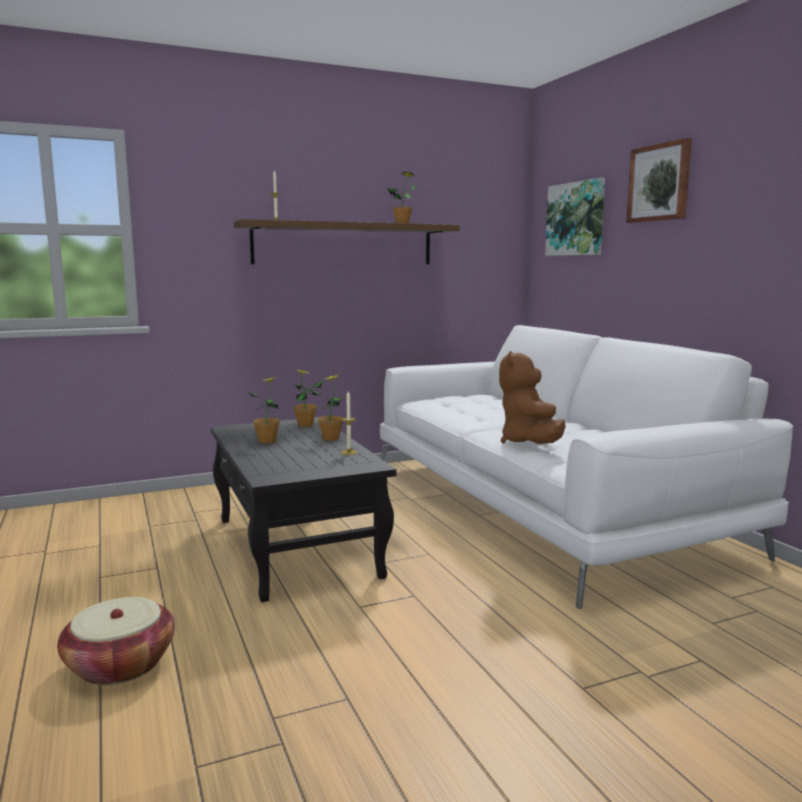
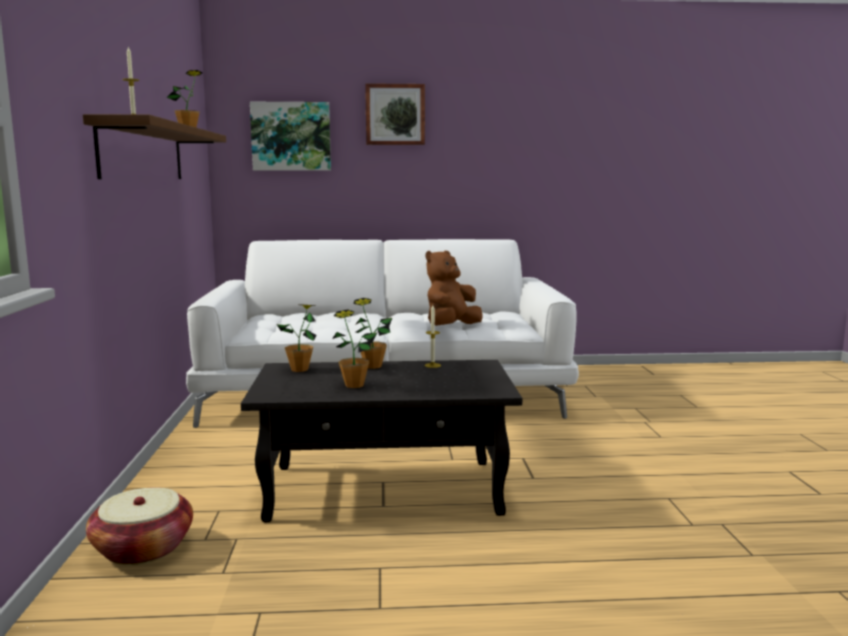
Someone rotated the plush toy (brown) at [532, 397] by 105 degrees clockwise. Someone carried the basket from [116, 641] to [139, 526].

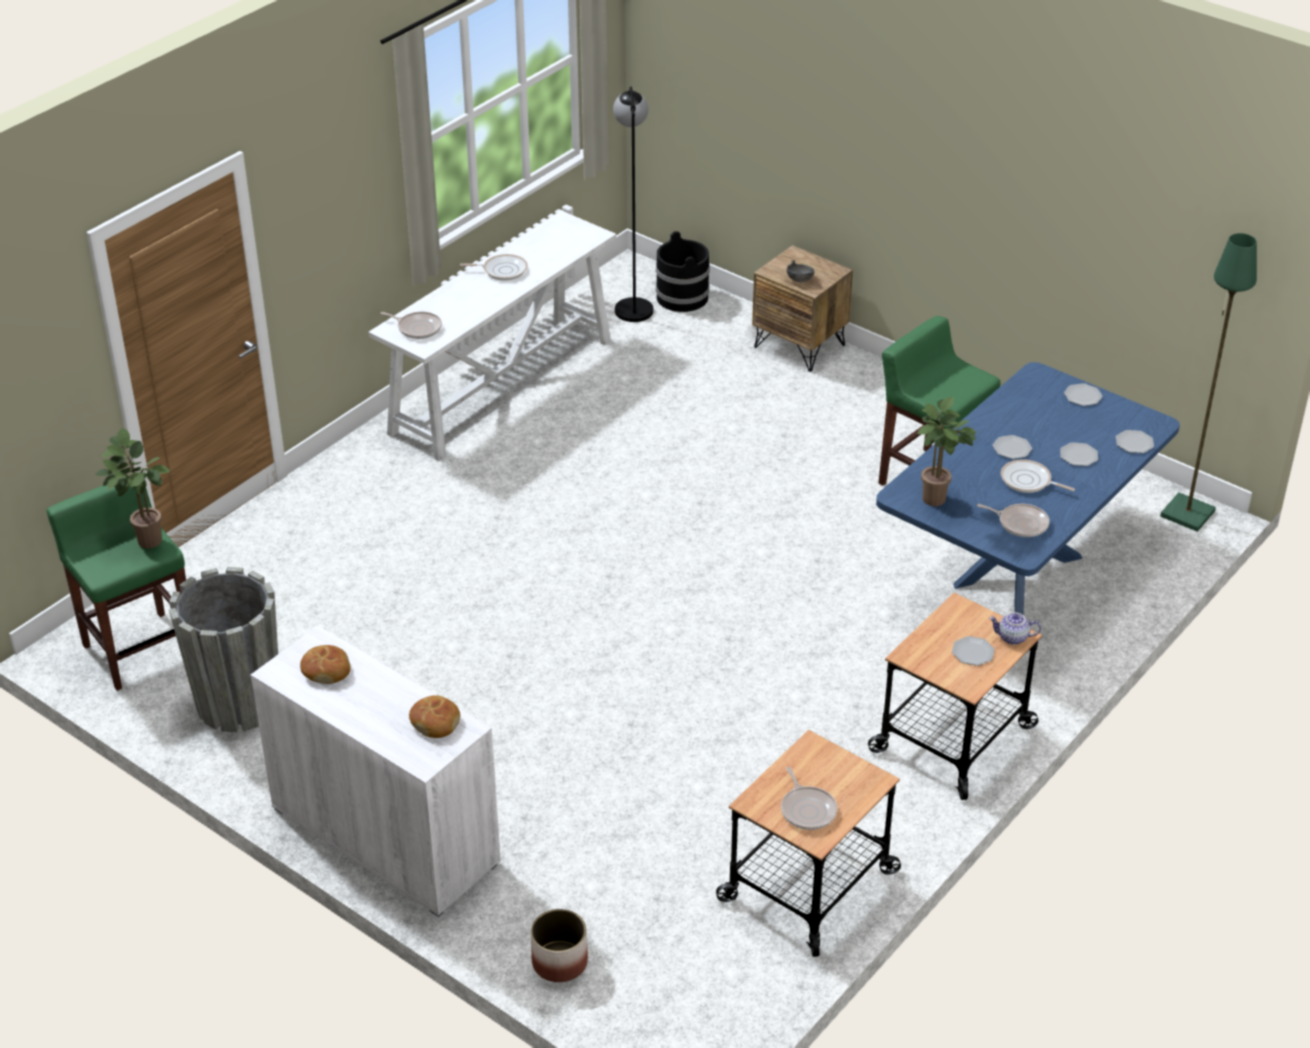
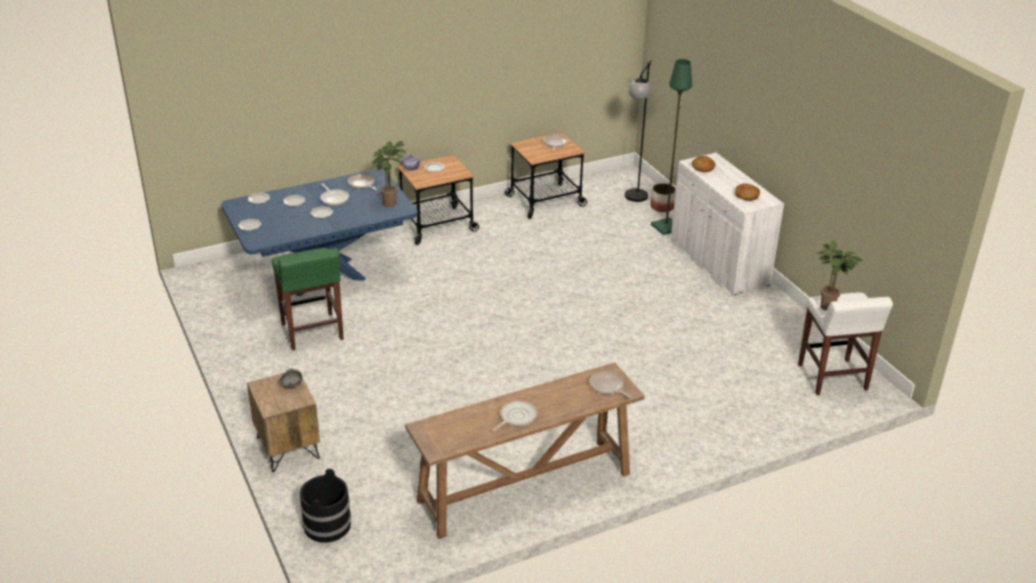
Someone carried the floor lamp (black) from [633, 204] to [638, 131]. Someone repainted the console table (white) at [492, 336], which became the console table (brown) at [525, 450]. Someone carried the floor lamp (green) from [1208, 382] to [671, 147]. Someone rotated the frying pan at [494, 267] by 105 degrees clockwise. Someone repainted the stool (green) at [116, 583], which became the stool (white) at [845, 344]. Someone took away the planter (grey) at [223, 649].

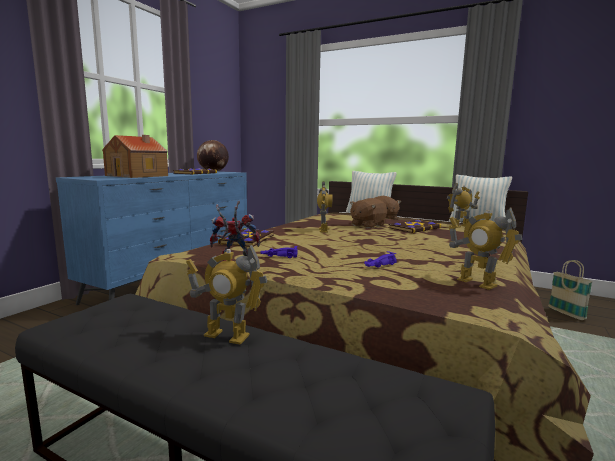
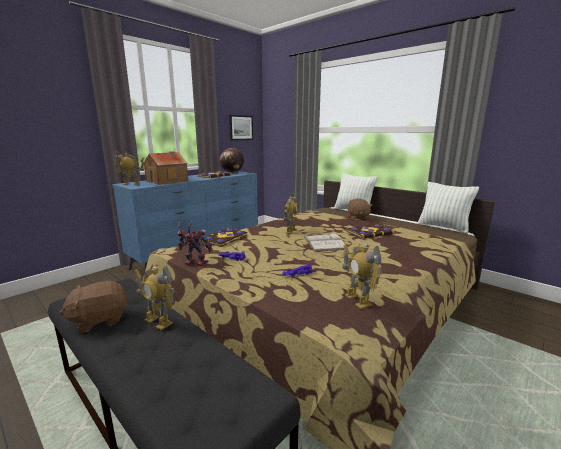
Someone carried the toy robot from [463, 205] to [128, 168]. Someone carried the plush toy (brown) from [368, 213] to [93, 306]. Someone took away the basket at [570, 290]. Someone put up the picture at [241, 128]. Someone put down the book (white) at [324, 242].

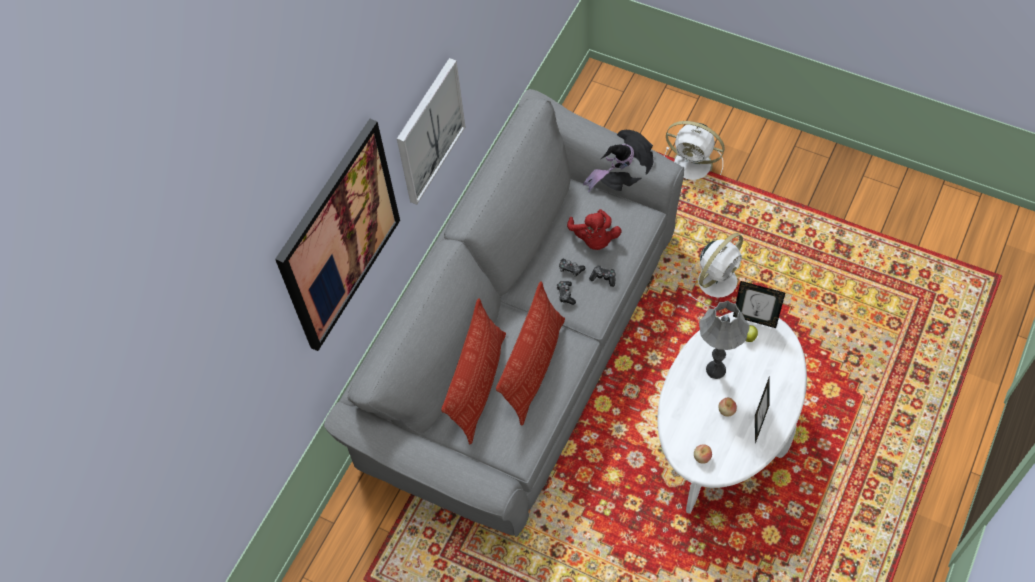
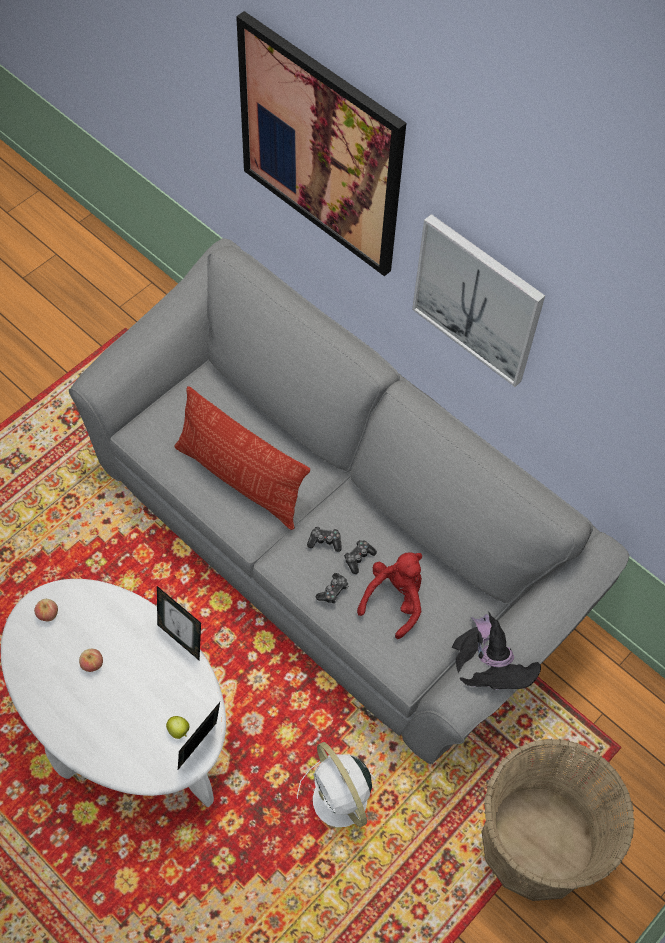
Someone swapped the fan (white) at [695, 150] for the basket at [558, 819]. Someone rotated the plush toy (red) at [594, 229] by 120 degrees clockwise. Someone took away the pillow at [473, 371]. Someone took away the table lamp (grey) at [724, 339]. Someone carried the picture frame from [762, 409] to [179, 623].

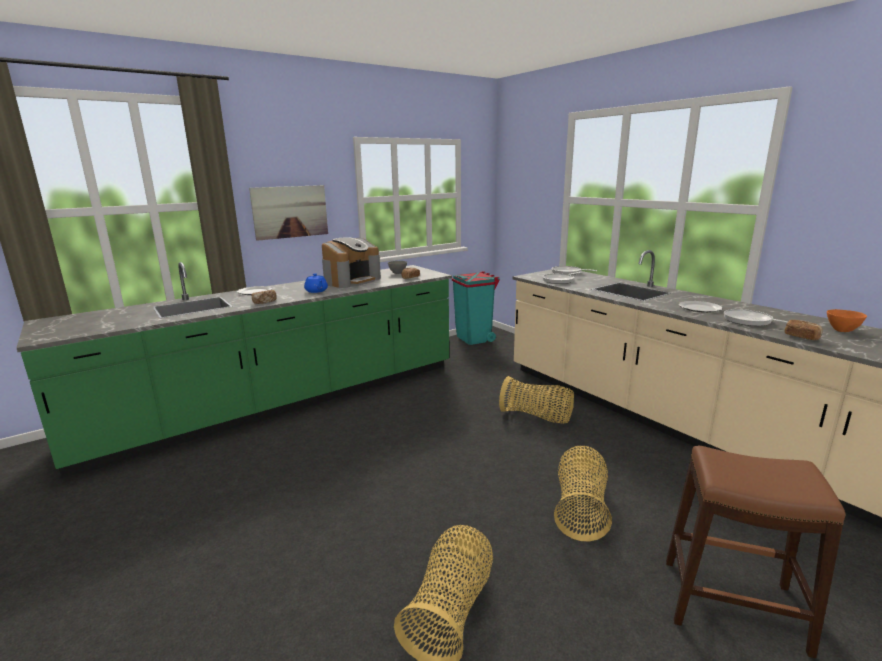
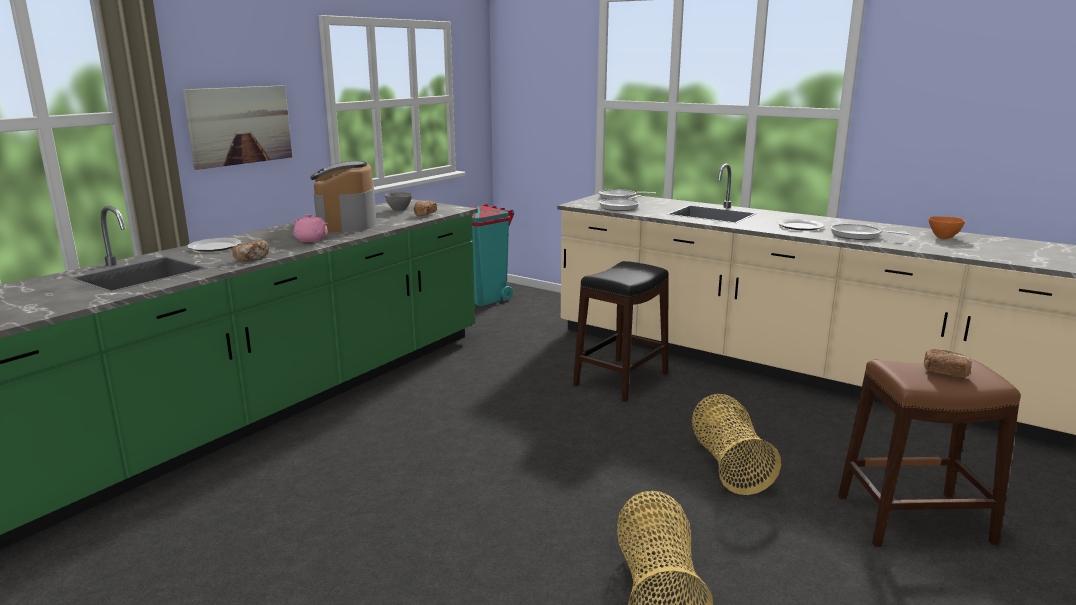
Someone rotated the coffee machine at [351, 262] by 150 degrees clockwise. Someone repainted the teapot (blue) at [316, 283], which became the teapot (pink) at [310, 228]. Someone carried the bread from [803, 330] to [948, 363]. Someone swapped the basket at [536, 399] for the stool (black) at [621, 331].

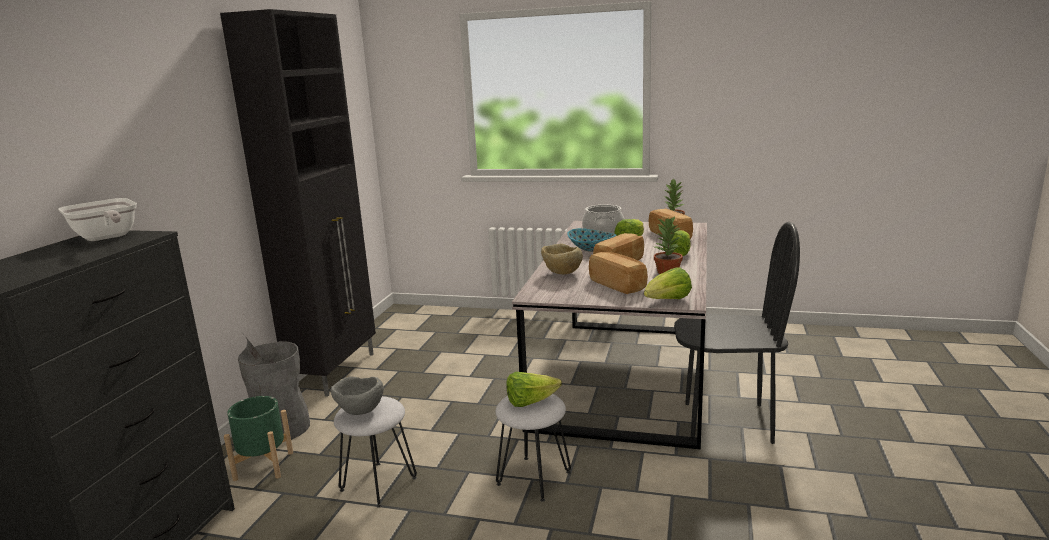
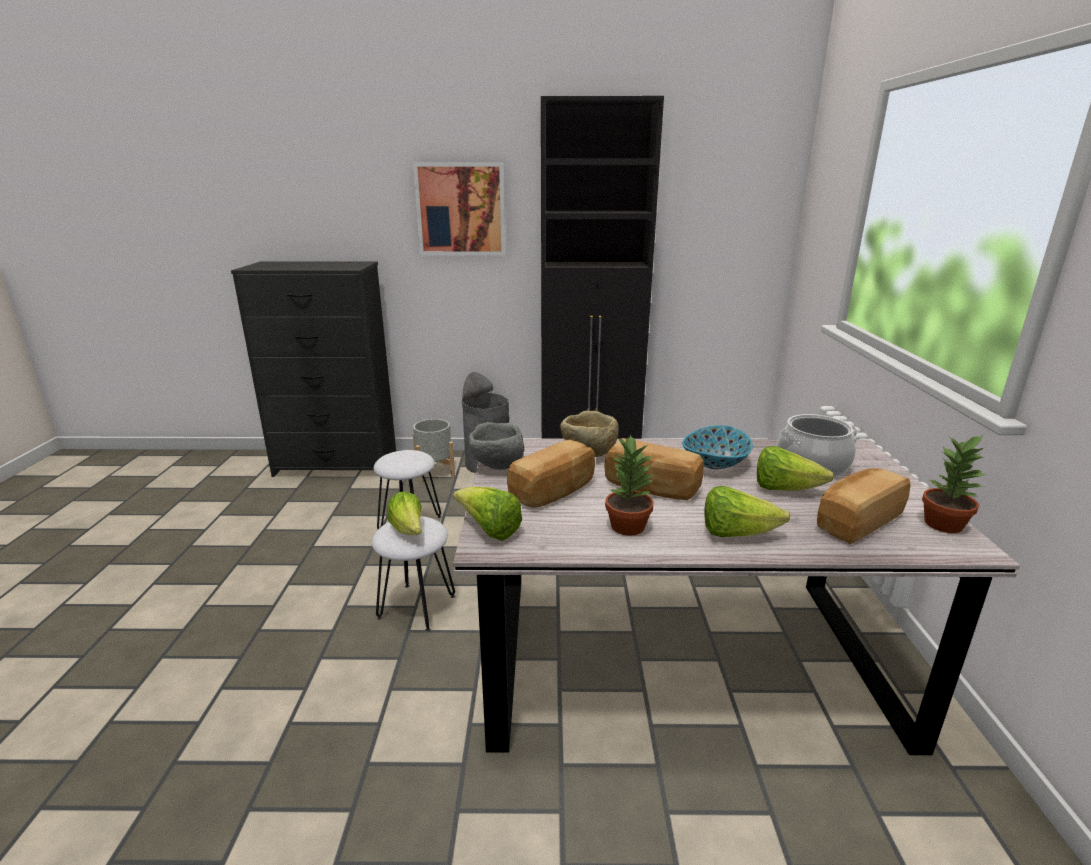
Someone took away the frying pan at [97, 219]. Someone took away the chair (black) at [737, 333]. Someone carried the bowl (grey) from [357, 396] to [496, 446]. Someone repainted the planter (green) at [258, 438], which became the planter (grey) at [434, 450]. Someone put up the picture at [459, 209].

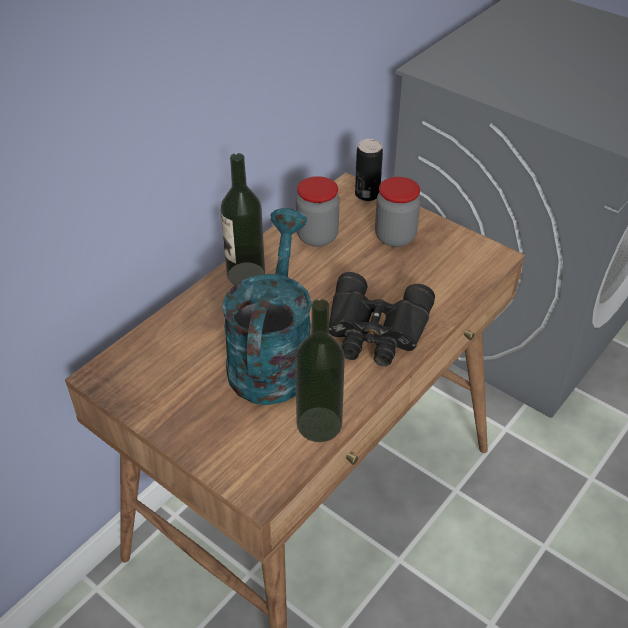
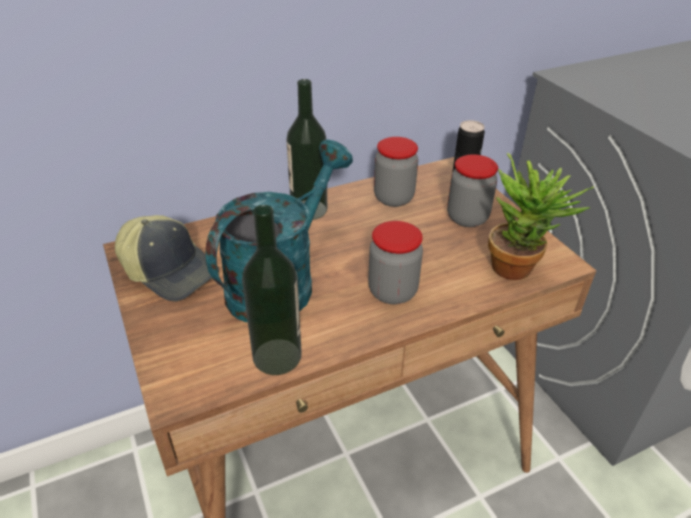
Someone swapped the binoculars (black) at [382, 319] for the jar at [395, 262]. Someone put down the potted plant at [541, 216]. Someone put down the cap at [167, 258].

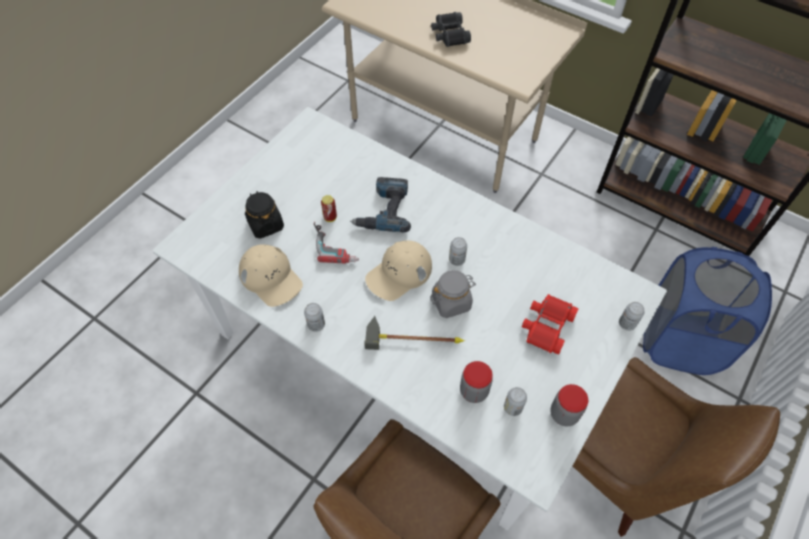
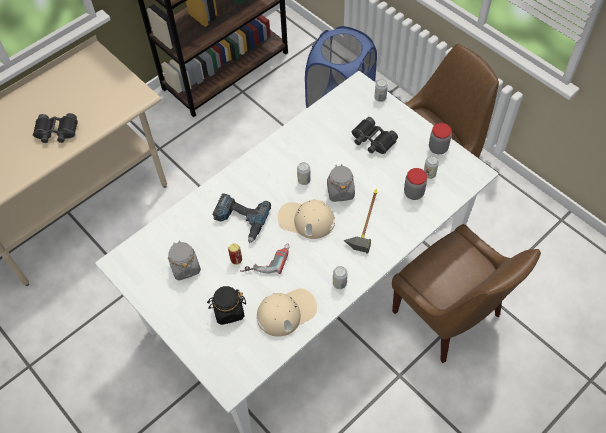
Someone rotated the cap (beige) at [398, 270] by 135 degrees clockwise. Someone repainted the binoculars (red) at [550, 324], which became the binoculars (black) at [375, 135]. Someone put down the jar (grey) at [184, 260].

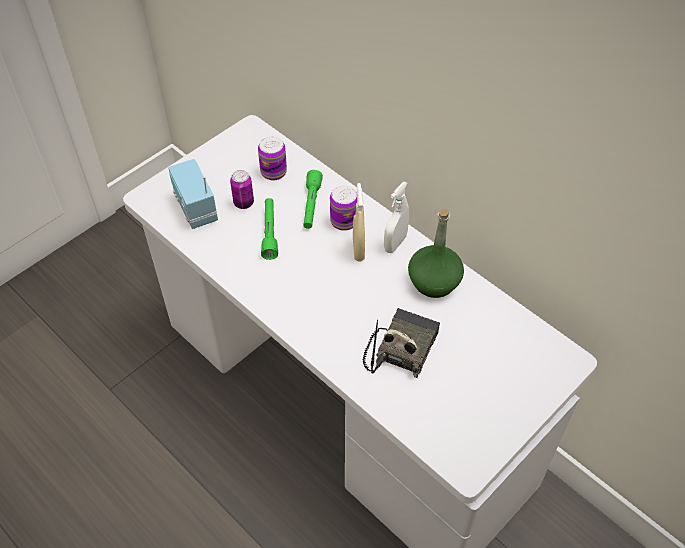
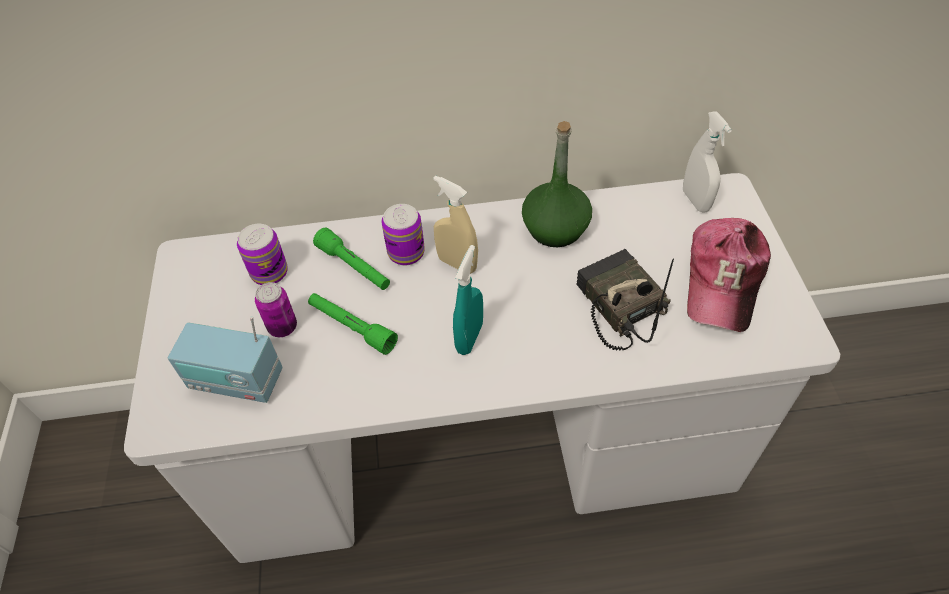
Someone carried the spray bottle (white) from [396, 217] to [707, 161]. Someone put down the cap at [729, 275]. Someone put down the spray bottle (turquoise) at [468, 300].

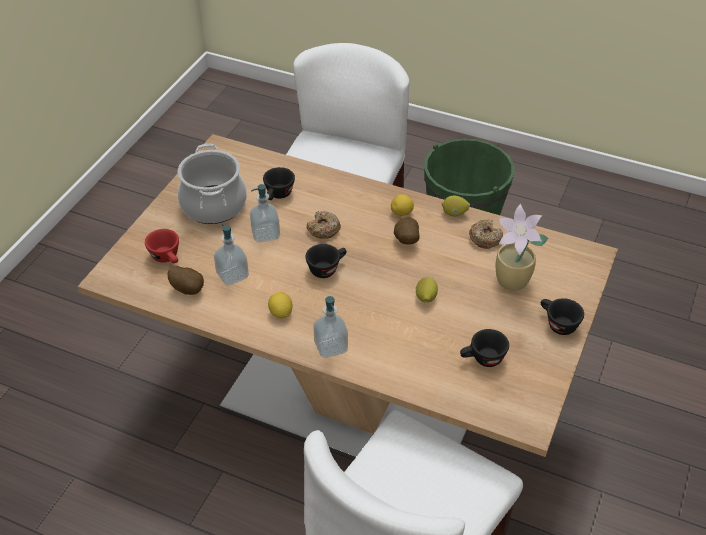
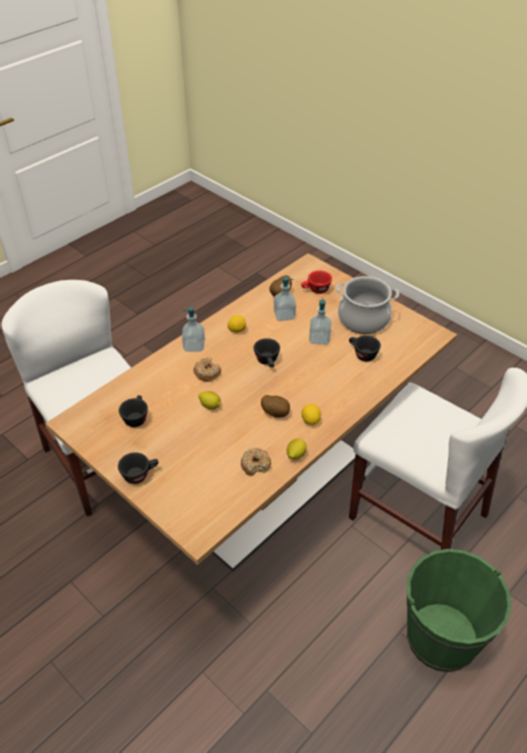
Someone took away the potted plant at [522, 247]. Someone carried the donut from [323, 225] to [207, 369].

